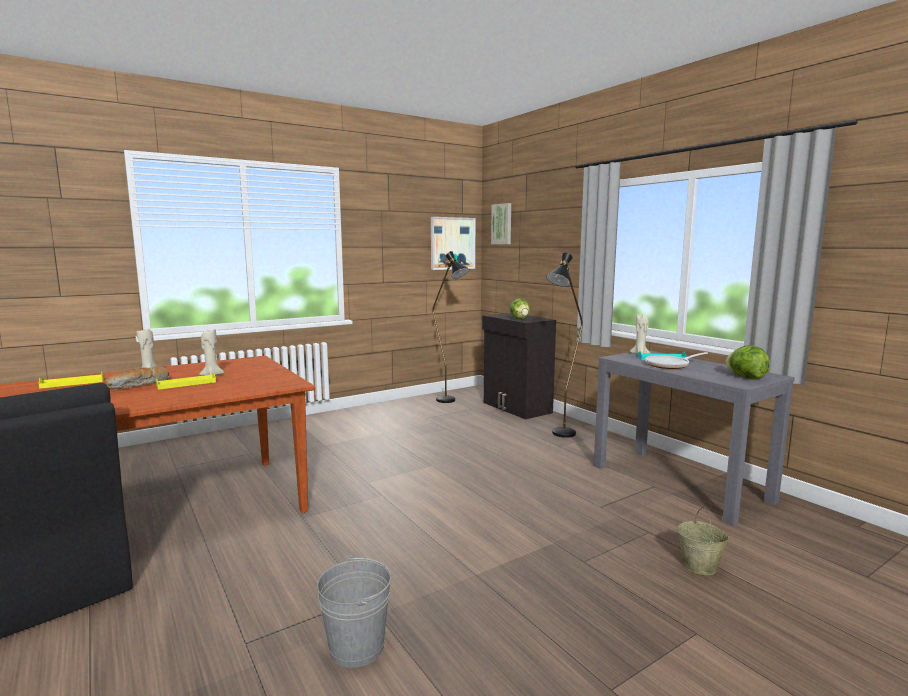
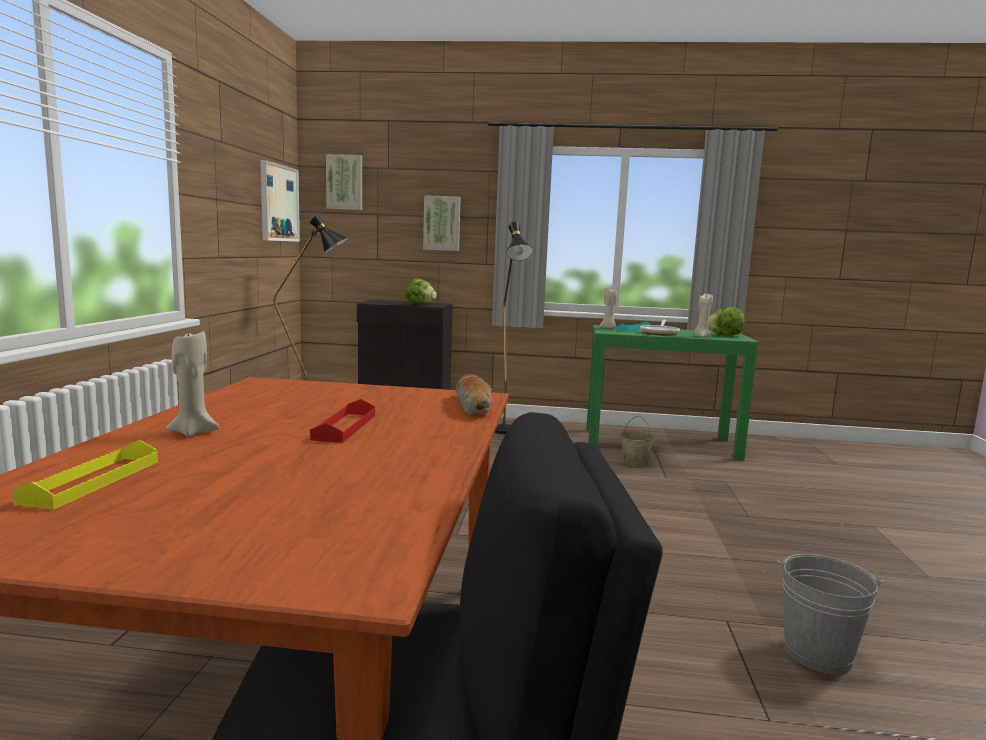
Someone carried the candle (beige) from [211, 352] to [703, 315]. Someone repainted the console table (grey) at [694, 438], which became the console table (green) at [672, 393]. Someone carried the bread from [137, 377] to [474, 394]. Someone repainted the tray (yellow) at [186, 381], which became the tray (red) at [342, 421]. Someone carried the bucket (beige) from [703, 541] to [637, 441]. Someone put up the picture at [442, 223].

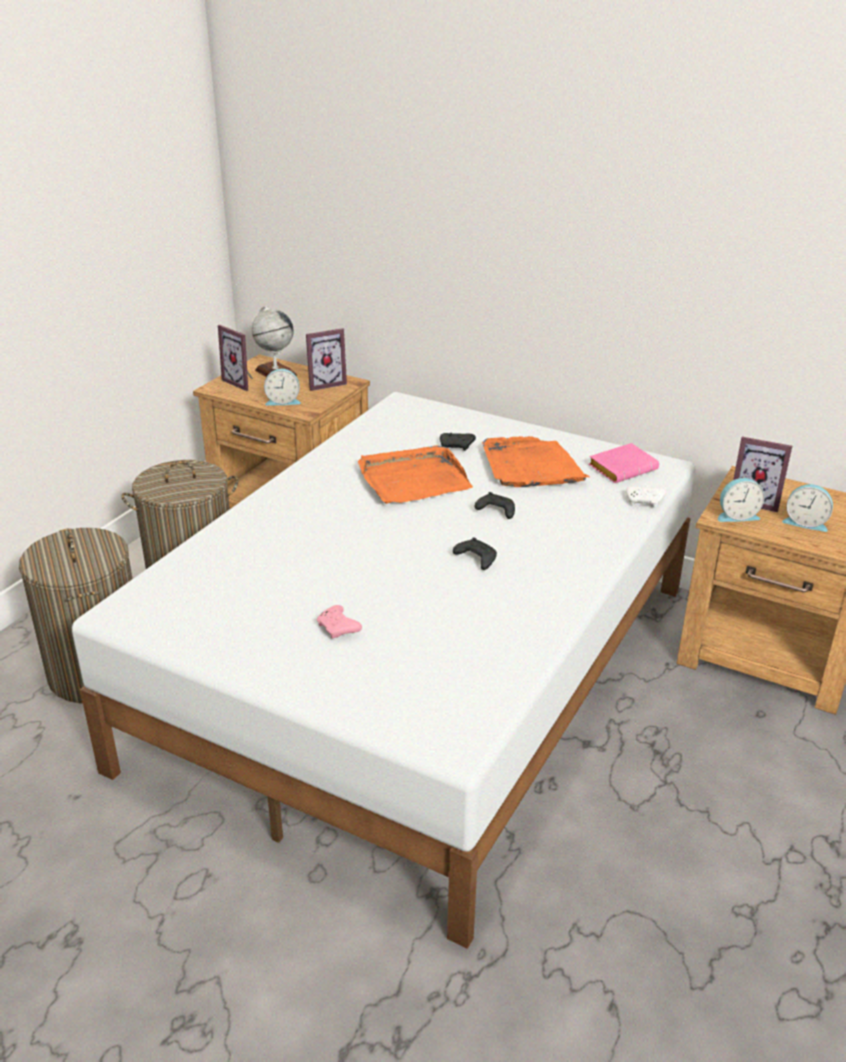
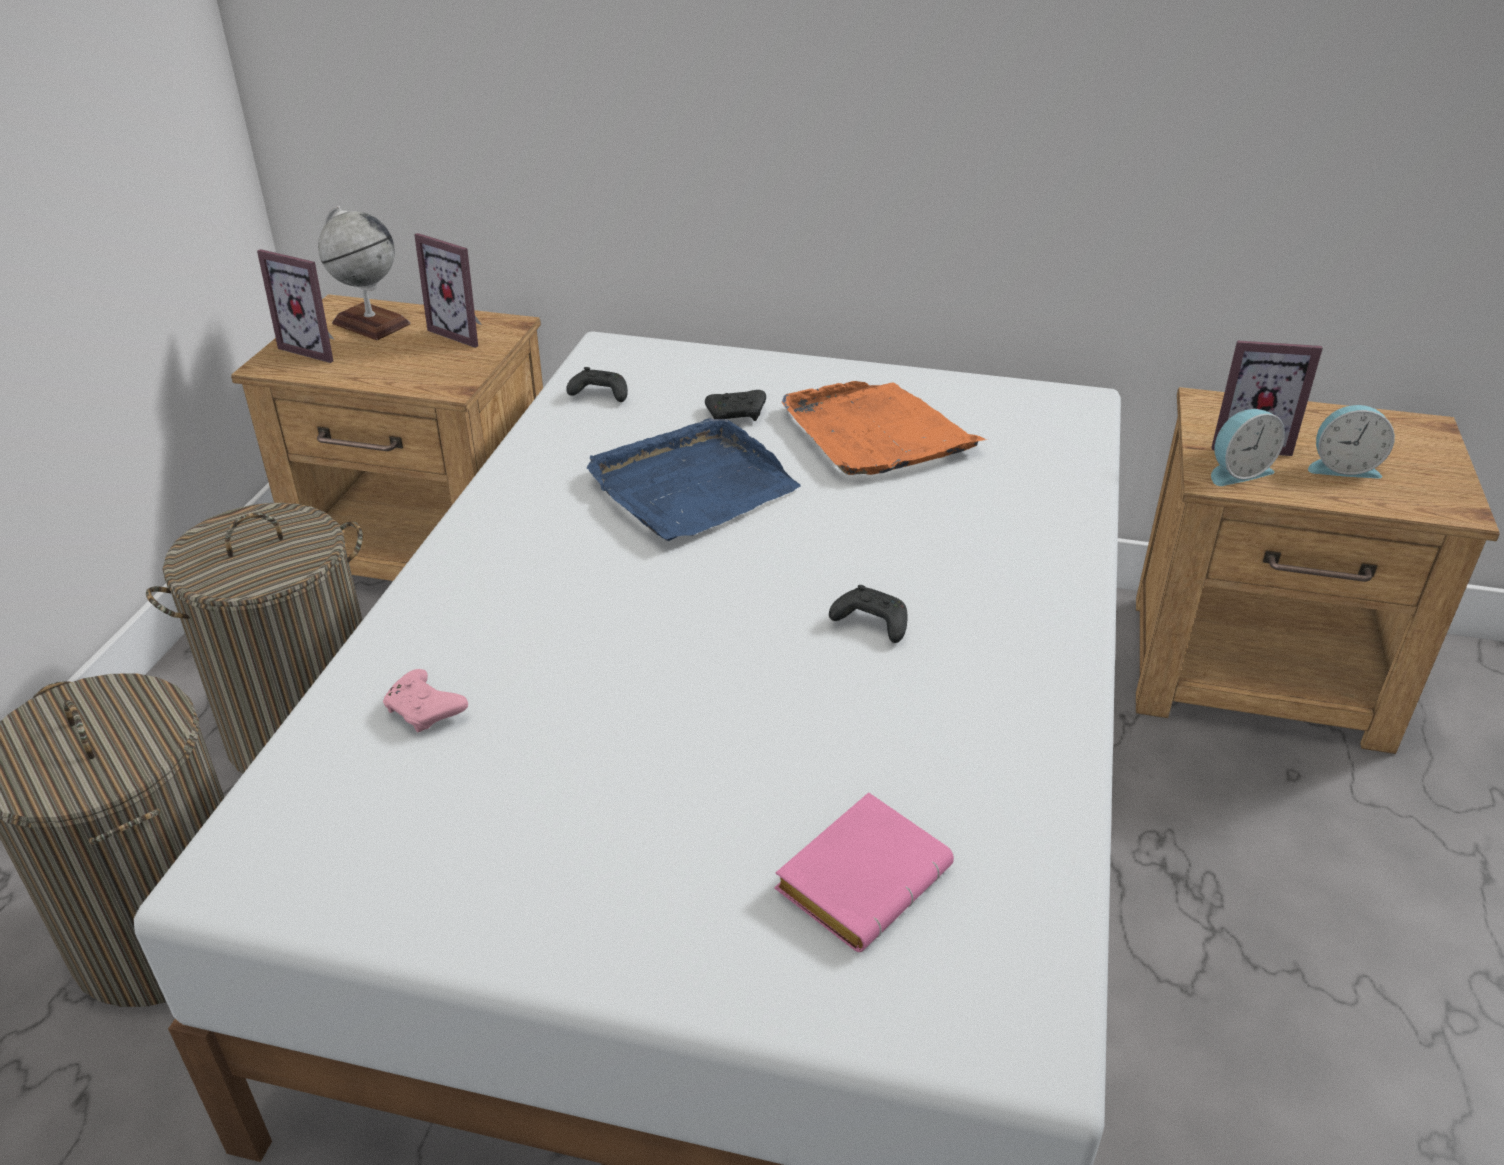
Someone rotated the picture frame at [326, 359] by 75 degrees clockwise. Someone took away the alarm clock at [282, 387]. Someone carried the book (pink) from [623, 463] to [864, 872]. Someone repainted the tray (orange) at [415, 474], which became the tray (blue) at [694, 479]. Someone took away the game controller (white) at [646, 496]. Someone carried the game controller (black) from [495, 505] to [597, 384]. Someone carried the game controller (pink) from [339, 621] to [425, 700].

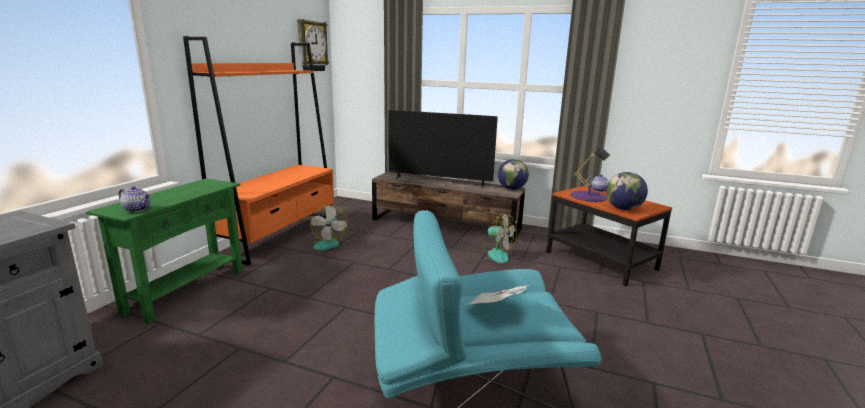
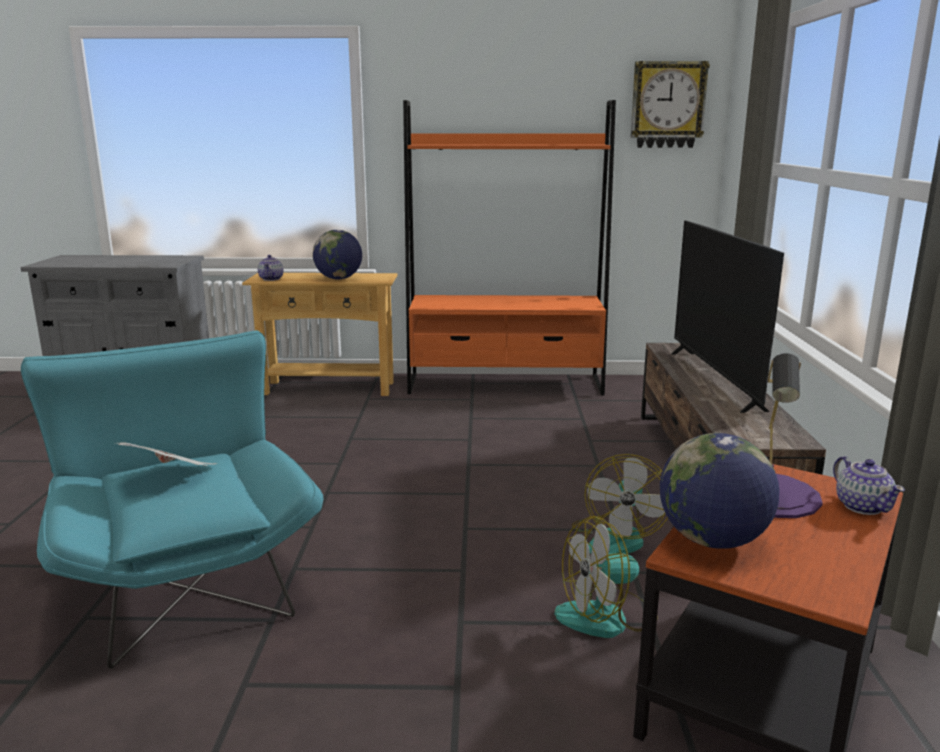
Someone carried the globe from [513, 174] to [337, 254]. Someone repainted the console table (green) at [164, 251], which became the console table (beige) at [319, 334]. Someone carried the fan from [328, 227] to [606, 577].

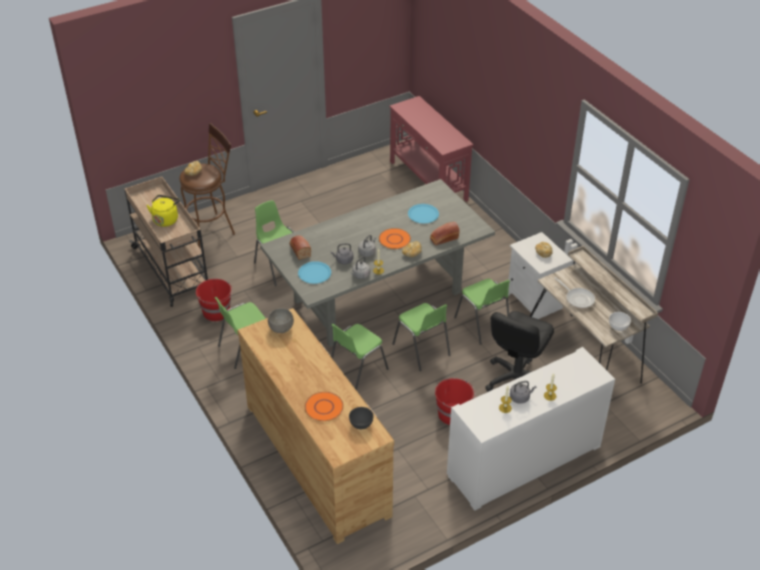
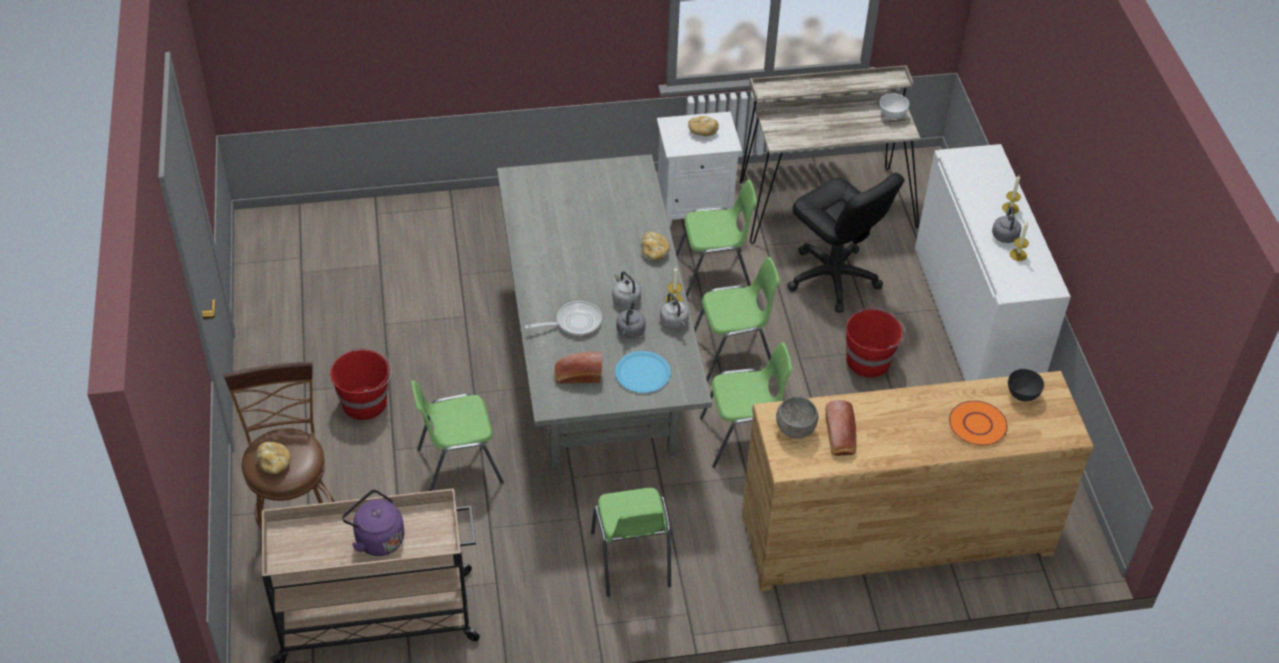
Someone took away the console table (red) at [432, 149]. Someone repainted the kettle (yellow) at [163, 211], which became the kettle (purple) at [373, 522]. Someone took away the plate (blue) at [423, 214]. Someone carried the bread from [445, 233] to [840, 428]. Someone took away the plate (orange) at [395, 238]. Someone carried the frying pan from [574, 293] to [563, 318]. Someone carried the bucket (red) from [214, 300] to [361, 384]. Someone rotated the chair (green) at [360, 357] by 75 degrees counterclockwise.

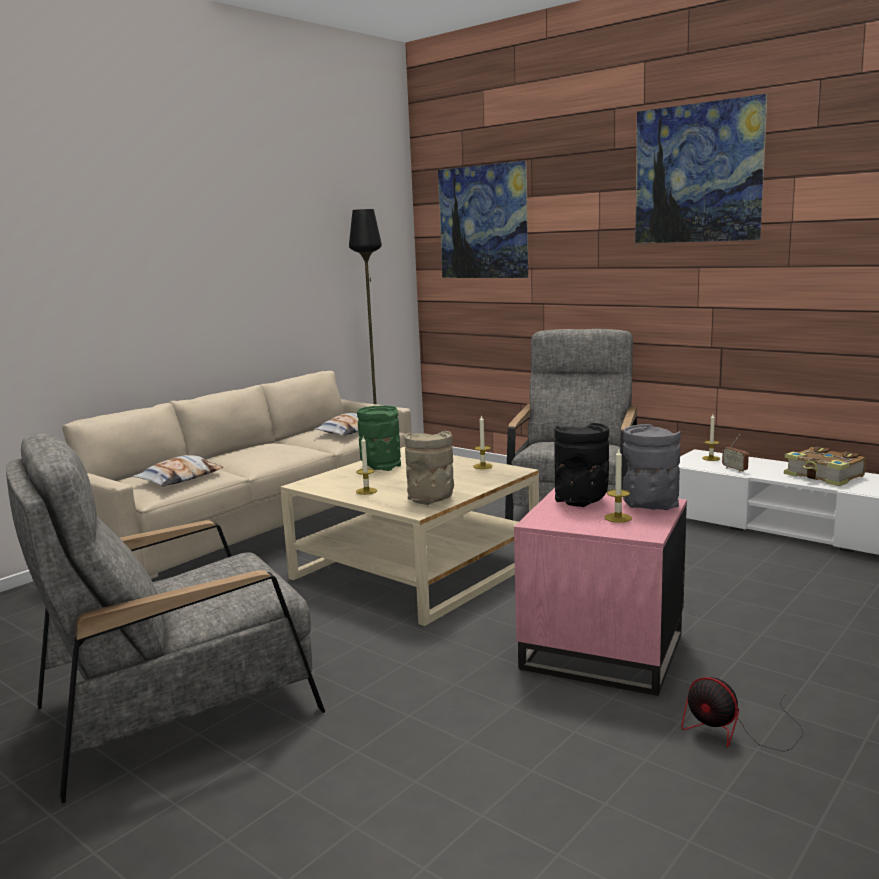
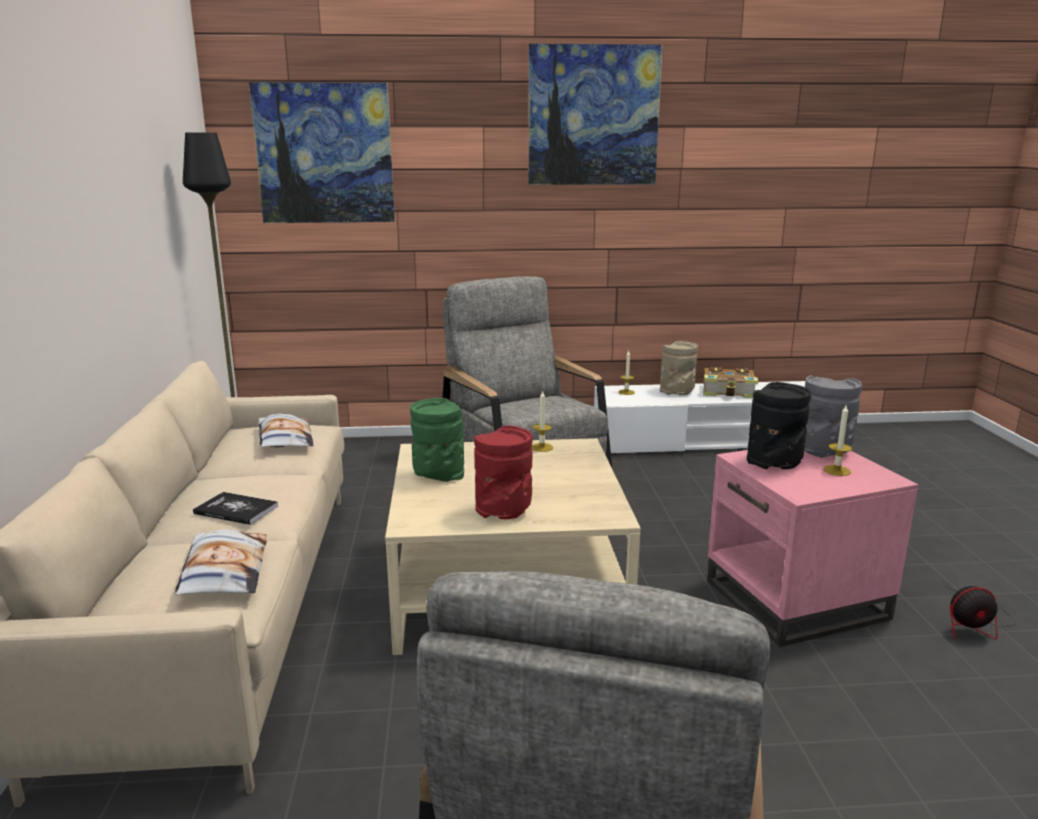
Someone carried the vase (beige) from [429, 468] to [679, 368]. Someone took away the radio at [735, 453]. Someone swapped the candle at [366, 466] for the vase (red) at [503, 472]. Someone put down the book at [235, 508].

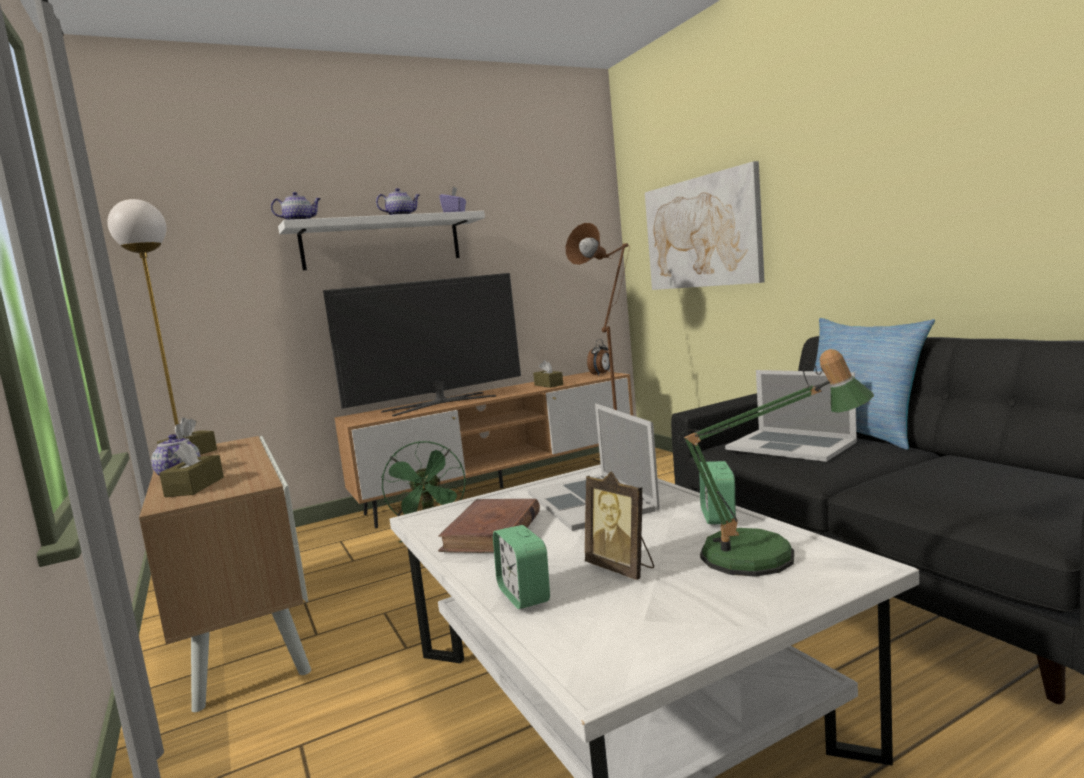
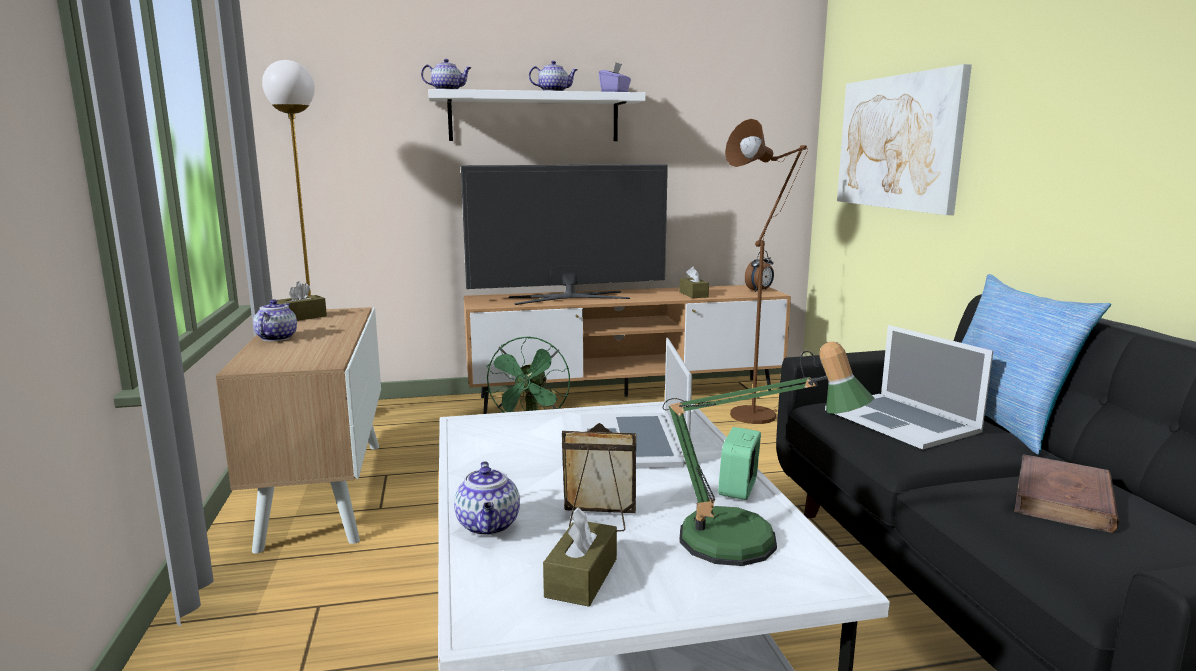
Someone carried the tissue box (brown) from [191, 468] to [580, 557]. Someone rotated the picture frame at [619, 525] by 120 degrees clockwise. Someone carried the book (brown) from [489, 526] to [1066, 494]. Someone swapped the alarm clock at [521, 567] for the teapot at [487, 498].

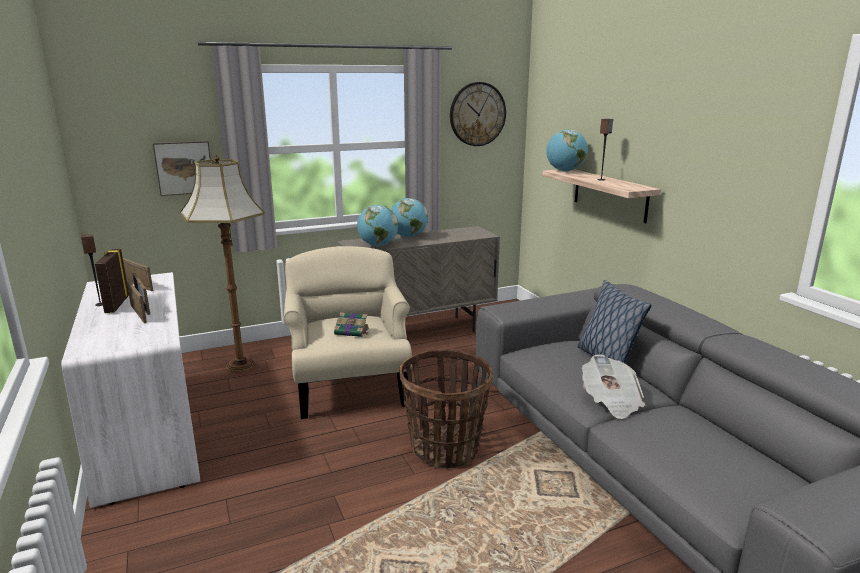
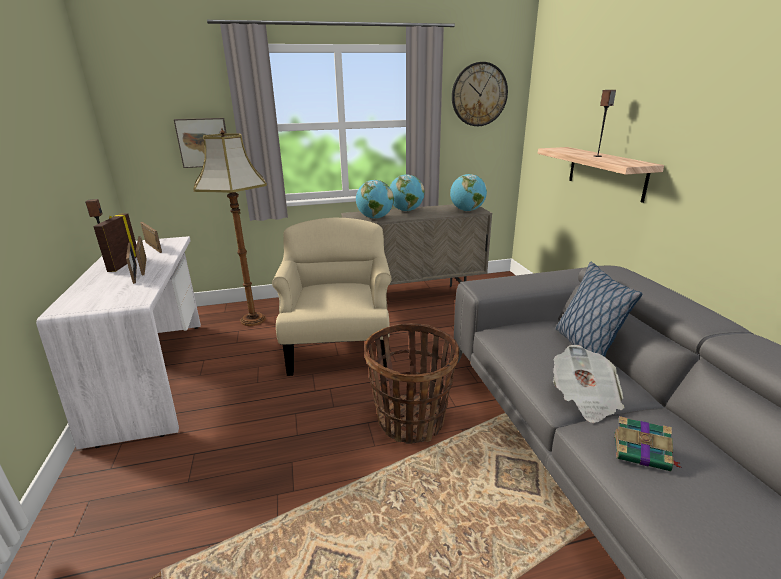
Someone carried the globe from [567, 151] to [468, 192]. Someone carried the book from [351, 324] to [648, 443].

